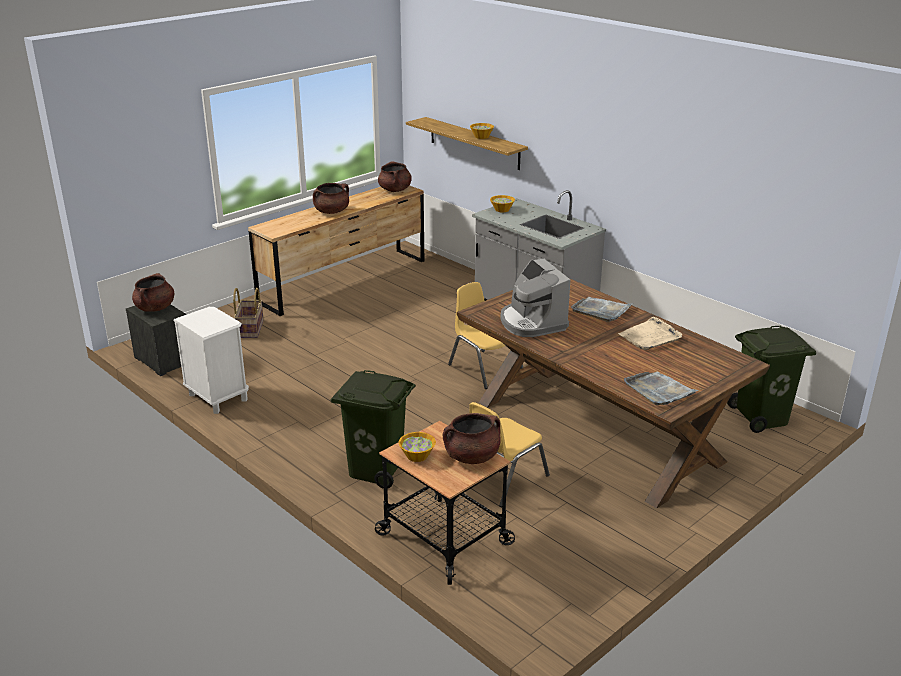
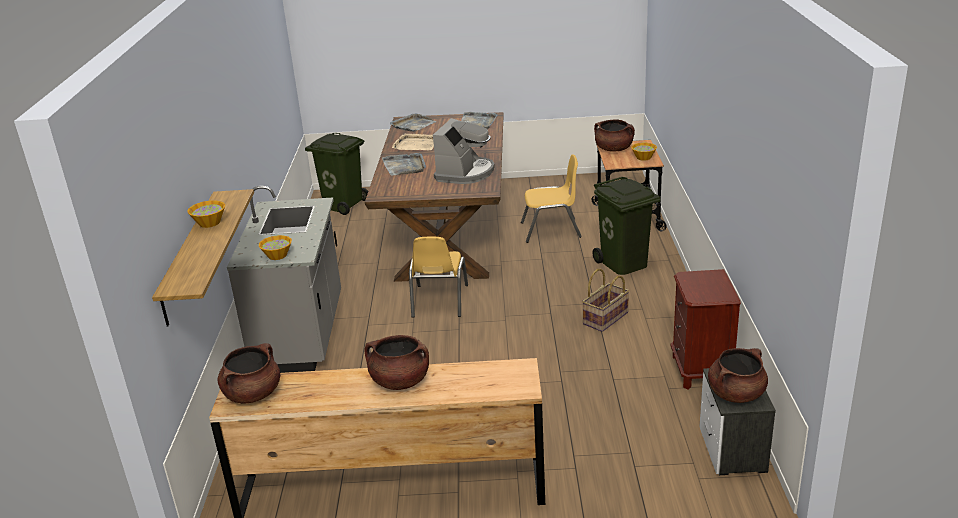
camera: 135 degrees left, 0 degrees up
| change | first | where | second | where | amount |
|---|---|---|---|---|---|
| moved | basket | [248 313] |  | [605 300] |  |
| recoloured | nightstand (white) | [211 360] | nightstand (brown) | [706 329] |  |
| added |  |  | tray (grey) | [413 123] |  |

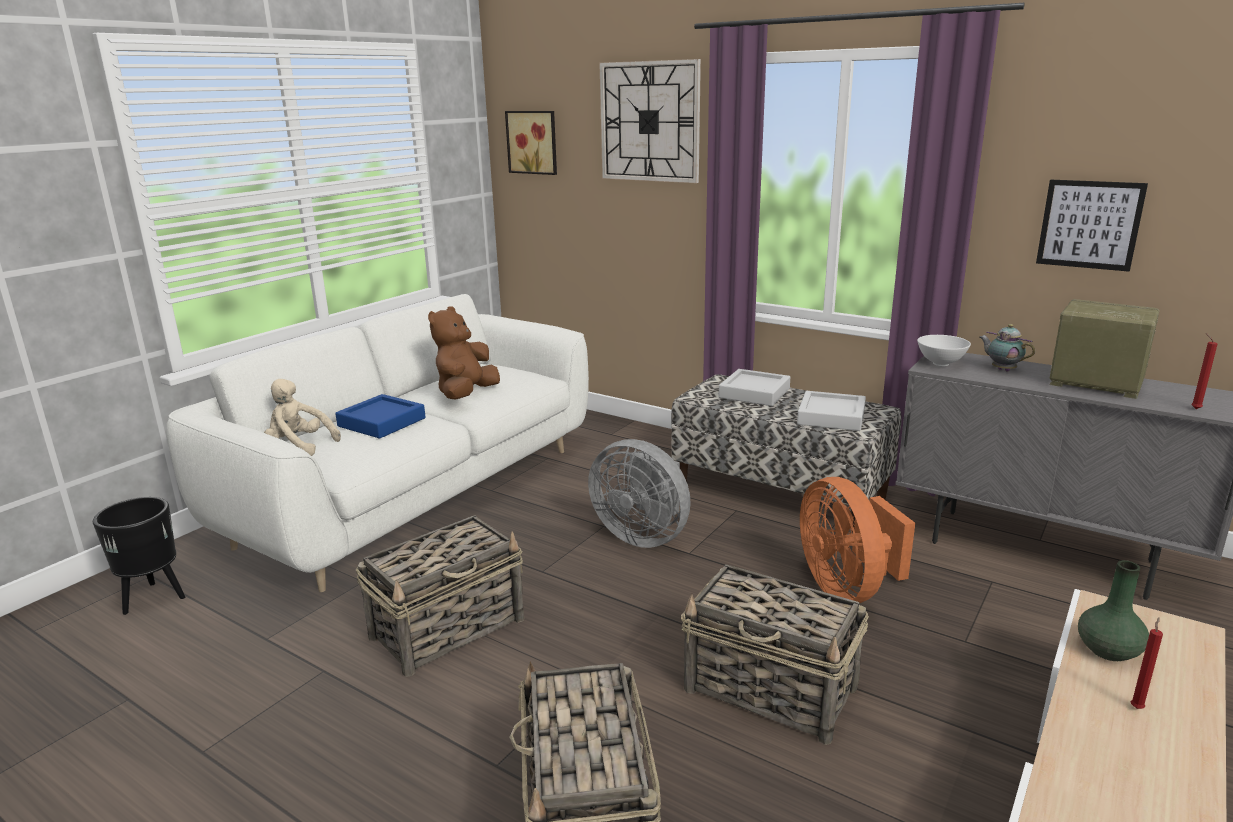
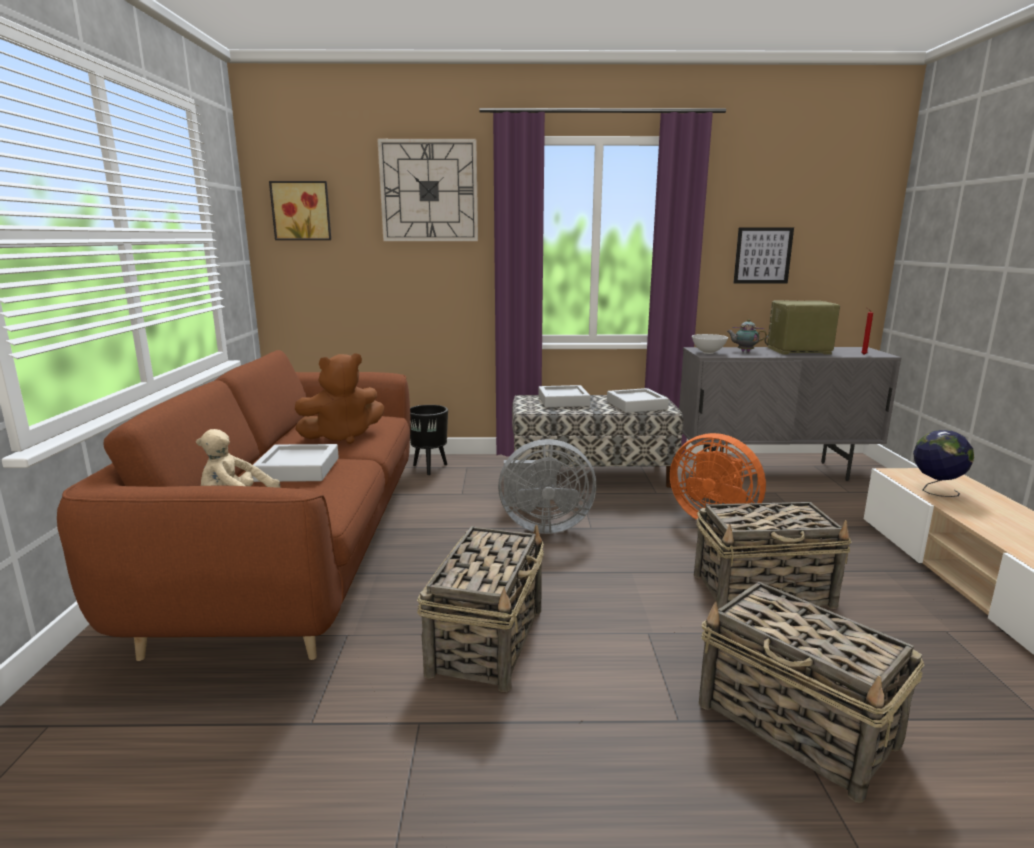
camera: 35 degrees left, 5 degrees down
| change | first | where | second | where | amount |
|---|---|---|---|---|---|
| recoloured | sofa (white) | [377 443] | sofa (brown) | [233 505] |  |
| turned | plush toy (brown) | [464 353] |  | [339 398] | 105 degrees counterclockwise |
| recoloured | tray (blue) | [380 416] | tray (grey) | [295 463] |  |
| moved | planter (black) | [139 556] |  | [429 440] |  |
| replaced | vase (green) | [1113 610] | globe | [943 463] |  |
| removed | candle (red) | [1147 663] |  |  |  |

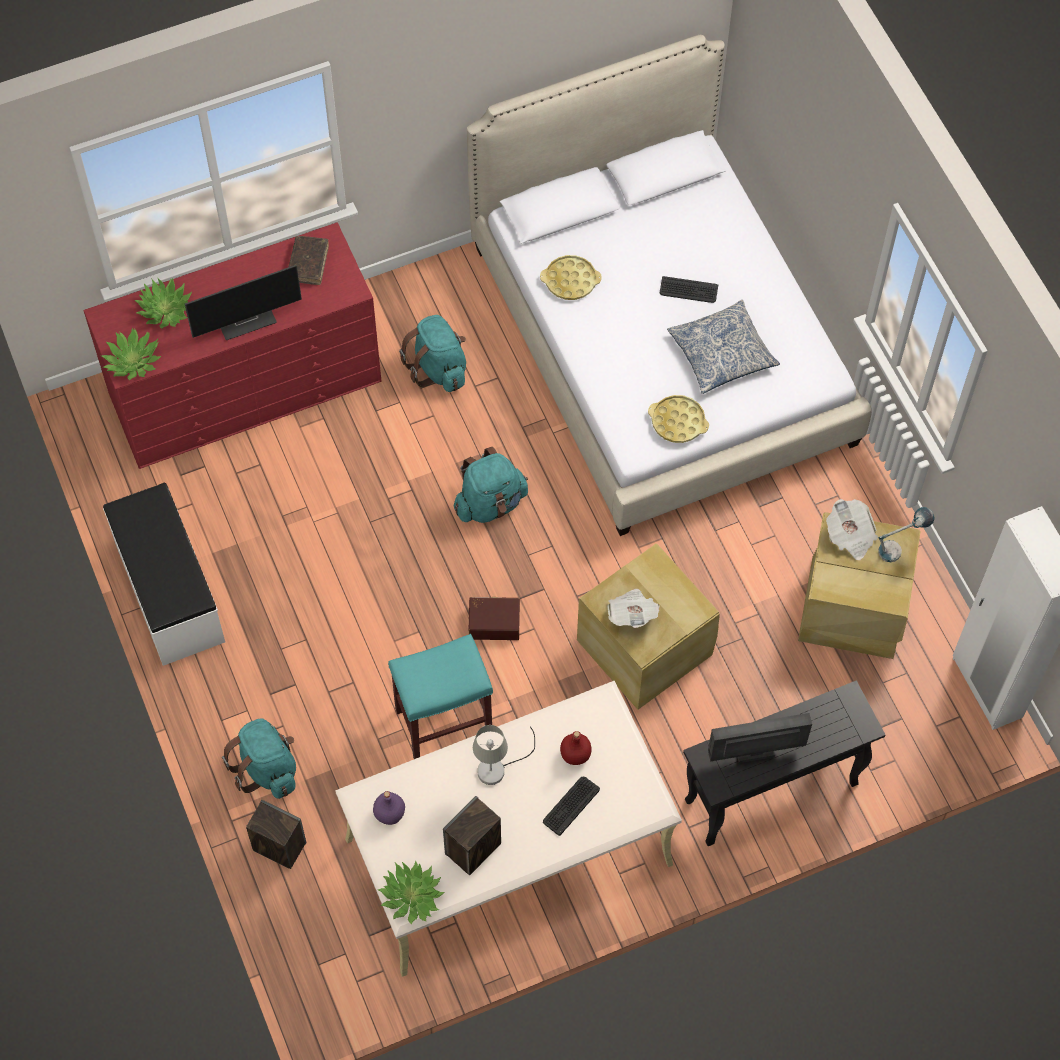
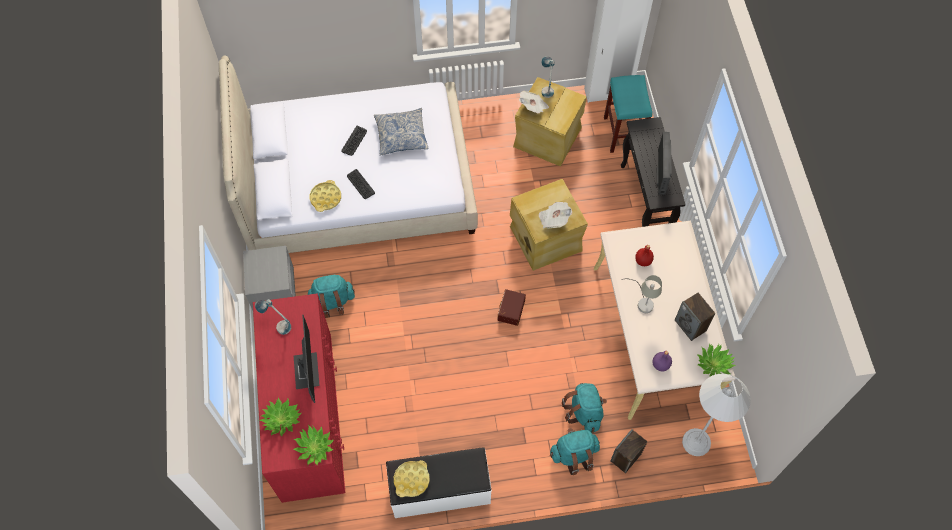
camera: 75 degrees left, 0 degrees up
| change | first | where | second | where | amount |
|---|---|---|---|---|---|
| replaced | book (brown) | [308 260] | table lamp | [273 317] |  |
| moved | tray (yellow) | [678 419] |  | [412 478] |  |
| moved | backpack (turquoise) | [491 485] |  | [584 408] |  |
| moved | stool (turquoise) | [440 696] |  | [628 114] |  |
| moved | keyboard | [571 806] |  | [361 184] |  |
| added |  |  | nightstand (grey) | [269 278] |  |
| added |  |  | floor lamp (white) | [716 415] |  |

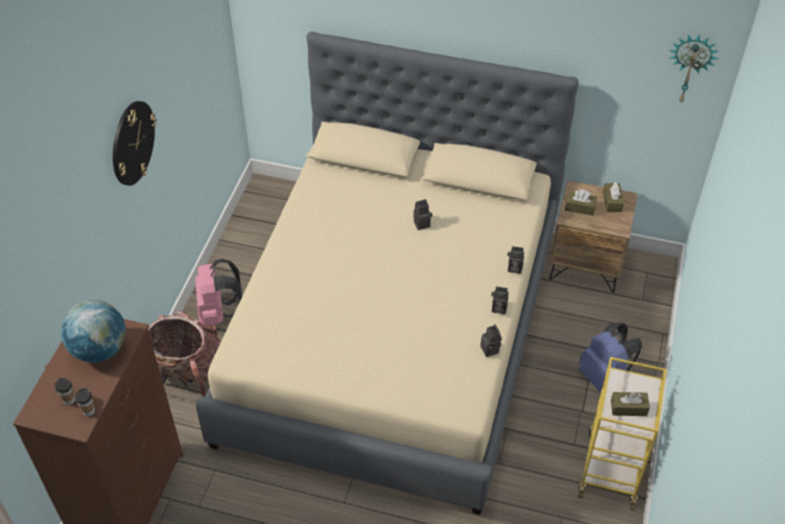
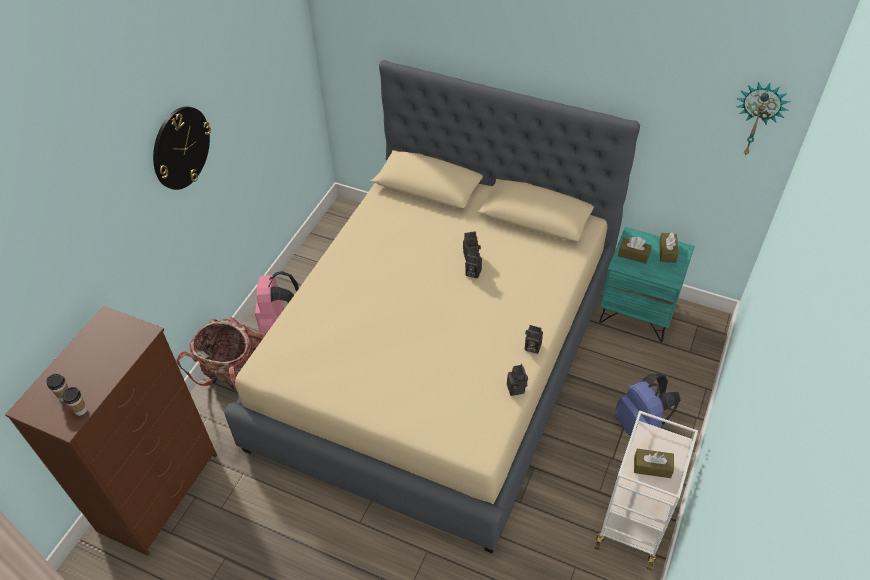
camera: 10 degrees right, 0 degrees up
| change | first | where | second | where | amount |
|---|---|---|---|---|---|
| recoloured | nightstand (brown) | [593 236] | nightstand (turquoise) | [647 284] |  |
| moved | photo camera | [515 260] |  | [473 264] |  |
| removed | globe | [93 331] |  |  |  |
| recoloured | cart (yellow) | [622 434] | cart (white) | [646 491] |  |

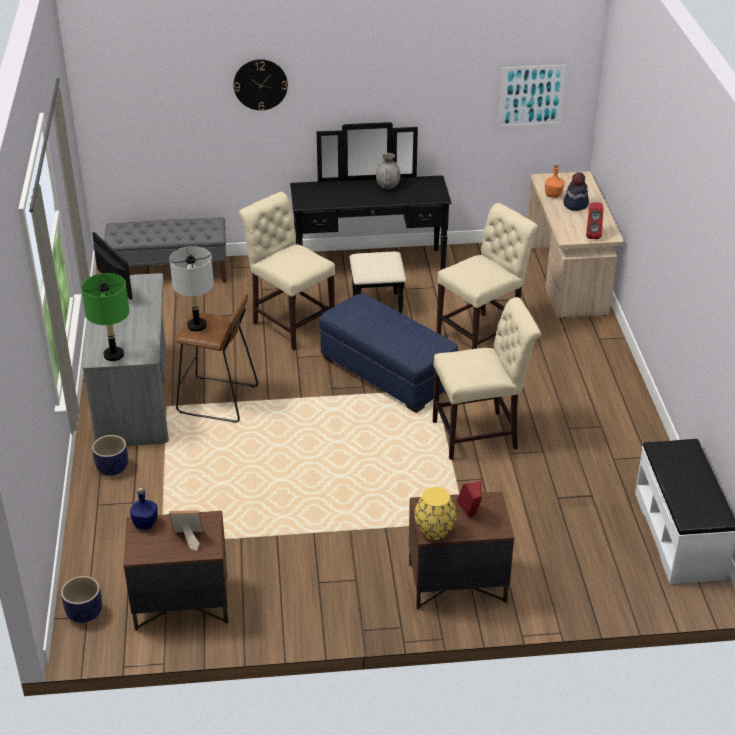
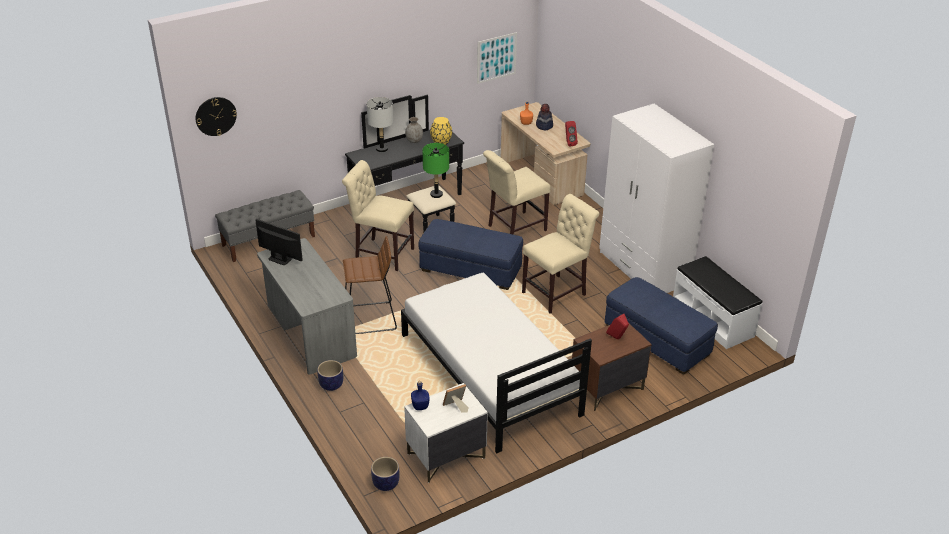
camera: 25 degrees left, 0 degrees up
| change | first | where | second | where | amount |
|---|---|---|---|---|---|
| moved | wall clock | [261 85] |  | [216 116] |  |
| turned | chair (beige) | [487 276] |  | [517 192] | 150 degrees counterclockwise |
| moved | table lamp (grey) | [192 289] |  | [380 124] |  |
| moved | table lamp (green) | [105 317] |  | [436 170] |  |
| moved | vase (yellow) | [435 513] |  | [441 131] |  |
| recoloured | nightstand (brown) | [176 571] | nightstand (white) | [446 433] |  |
| added |  |  | wardrobe (white) | [656 198] |  |
| added |  |  | bed (white) | [496 363] |  |
| added |  |  | ottoman (blue) | [661 326] |  |

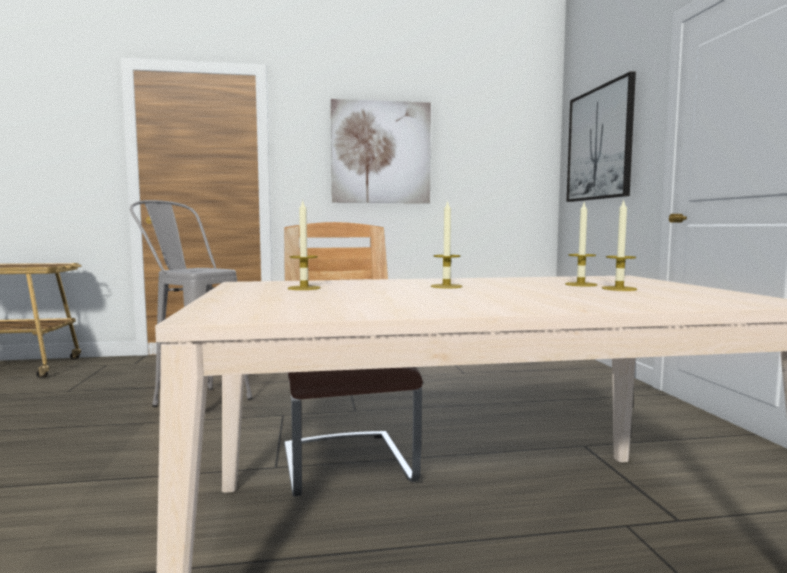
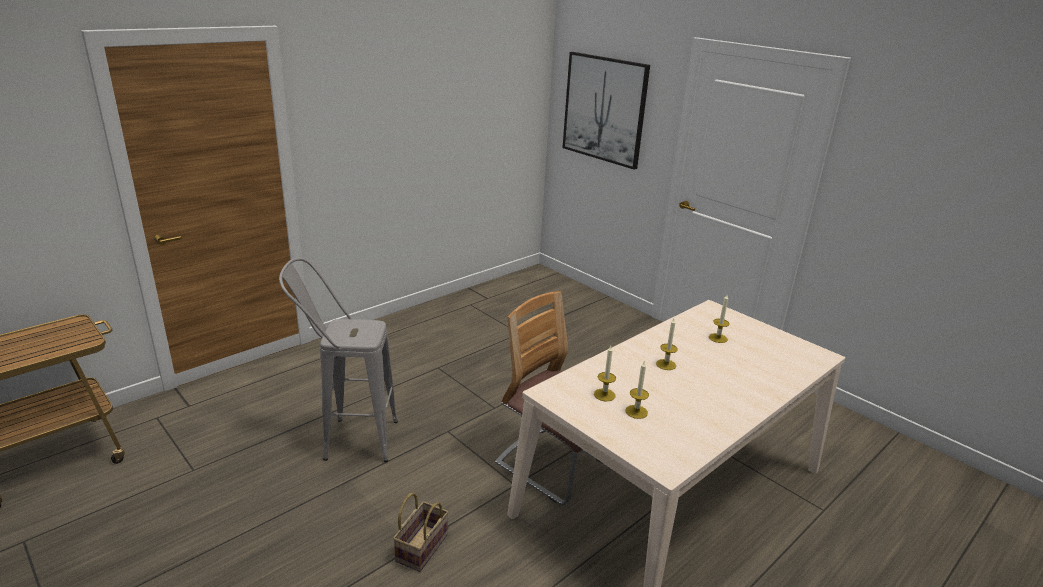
camera: 35 degrees left, 20 degrees up
| change | first | where | second | where | amount |
|---|---|---|---|---|---|
| removed | picture | [381 151] |  |  |  |
| moved | candle | [619 245] |  | [637 390] |  |
| added |  |  | basket | [421 532] |  |

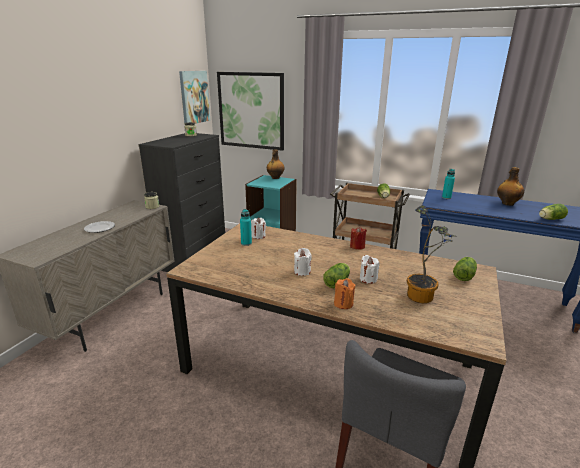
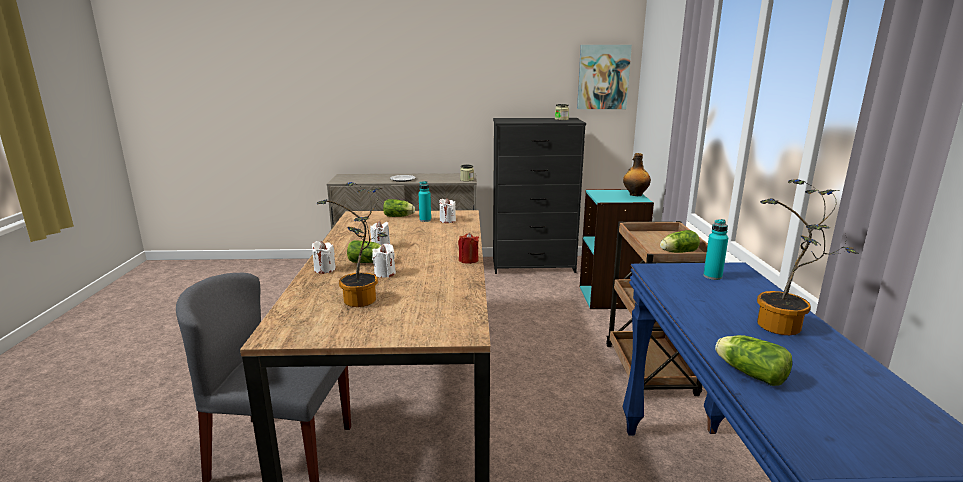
camera: 65 degrees right, 5 degrees down
| change | first | where | second | where | amount |
|---|---|---|---|---|---|
| removed | picture | [250 111] |  |  |  |
| replaced | bottle | [510 186] | potted plant | [808 257] |  |
| moved | lettuce | [465 269] |  | [399 208] |  |
| recoloured | candle (orange) | [344 293] | candle (white) | [324 257] |  |

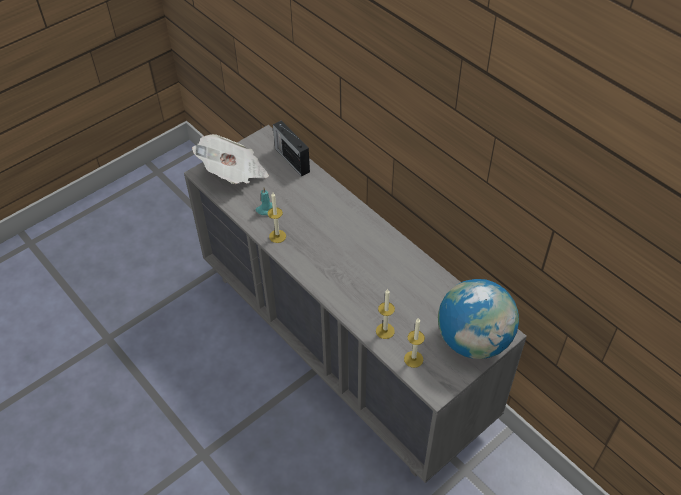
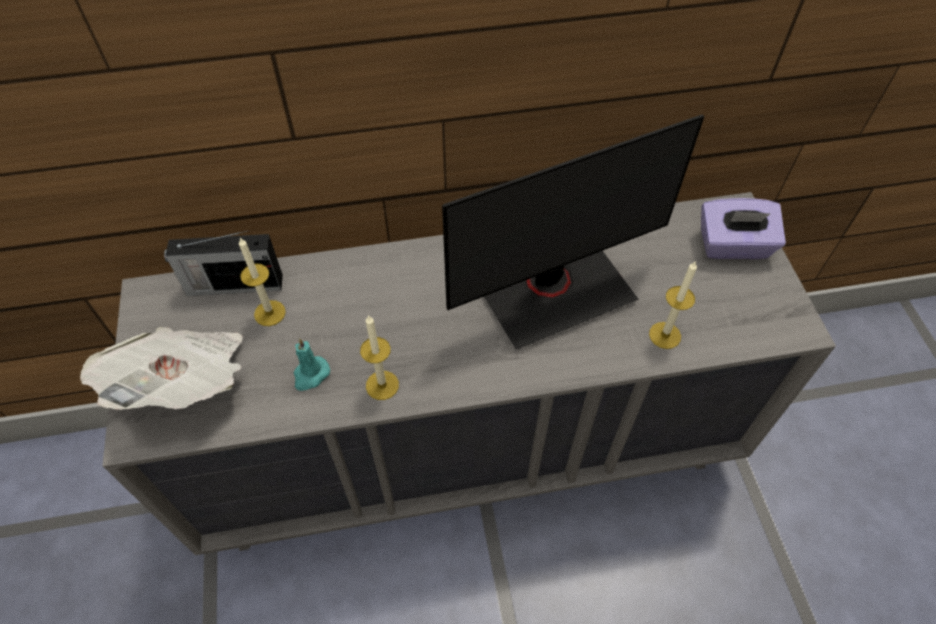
camera: 60 degrees left, 5 degrees up
| change | first | where | second | where | amount |
|---|---|---|---|---|---|
| replaced | globe | [478 319] | tissue box (purple) | [743 228] |  |
| moved | candle | [414 343] |  | [262 282] |  |
| added |  |  | monitor | [573 232] |  |

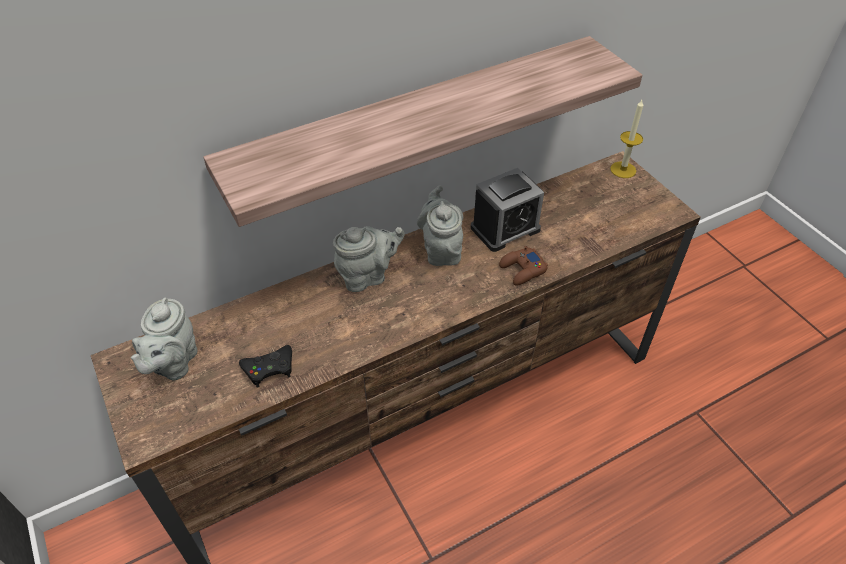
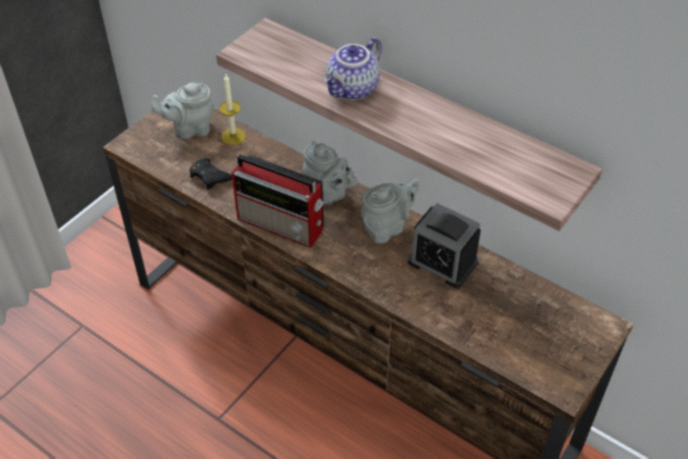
camera: 65 degrees right, 0 degrees up
| change | first | where | second | where | amount |
|---|---|---|---|---|---|
| moved | candle | [626 139] |  | [232 109] |  |
| removed | game controller (brown) | [523 266] |  |  |  |
| added |  |  | teapot | [352 68] |  |
| added |  |  | radio | [278 201] |  |

